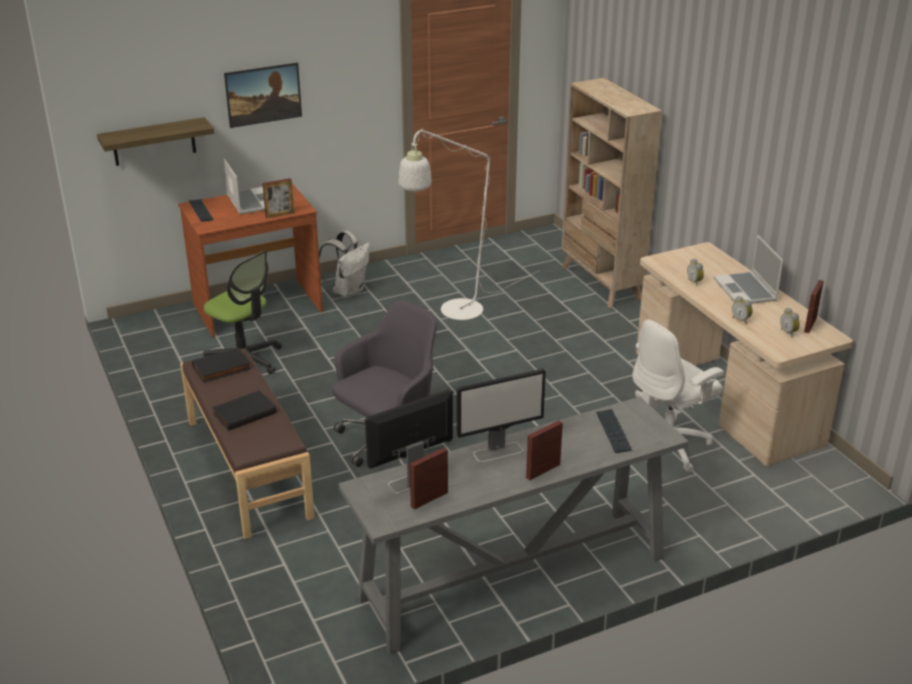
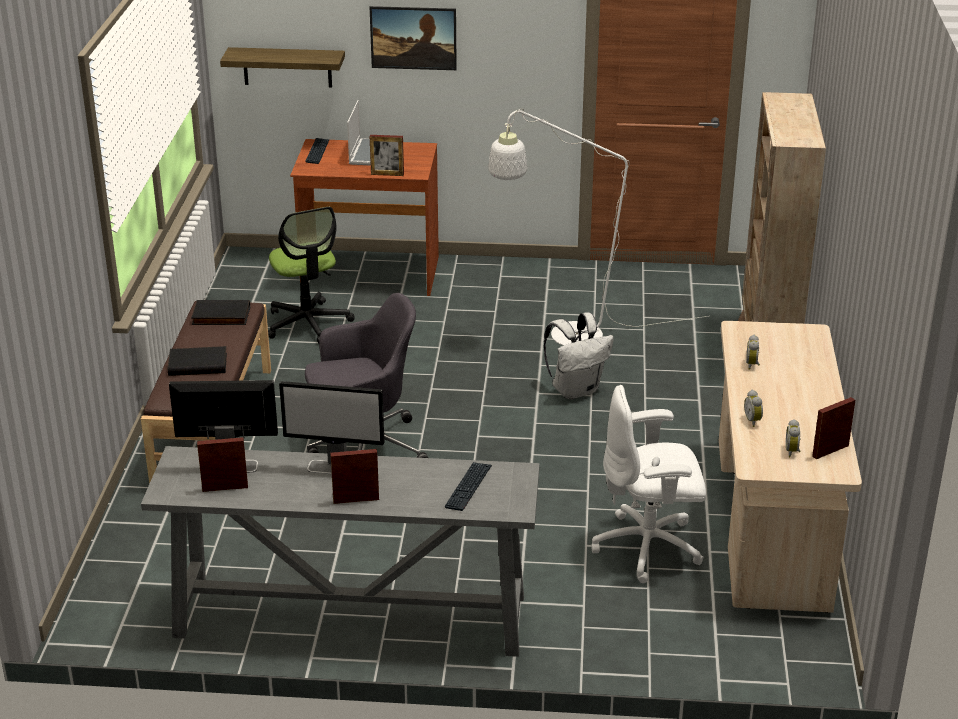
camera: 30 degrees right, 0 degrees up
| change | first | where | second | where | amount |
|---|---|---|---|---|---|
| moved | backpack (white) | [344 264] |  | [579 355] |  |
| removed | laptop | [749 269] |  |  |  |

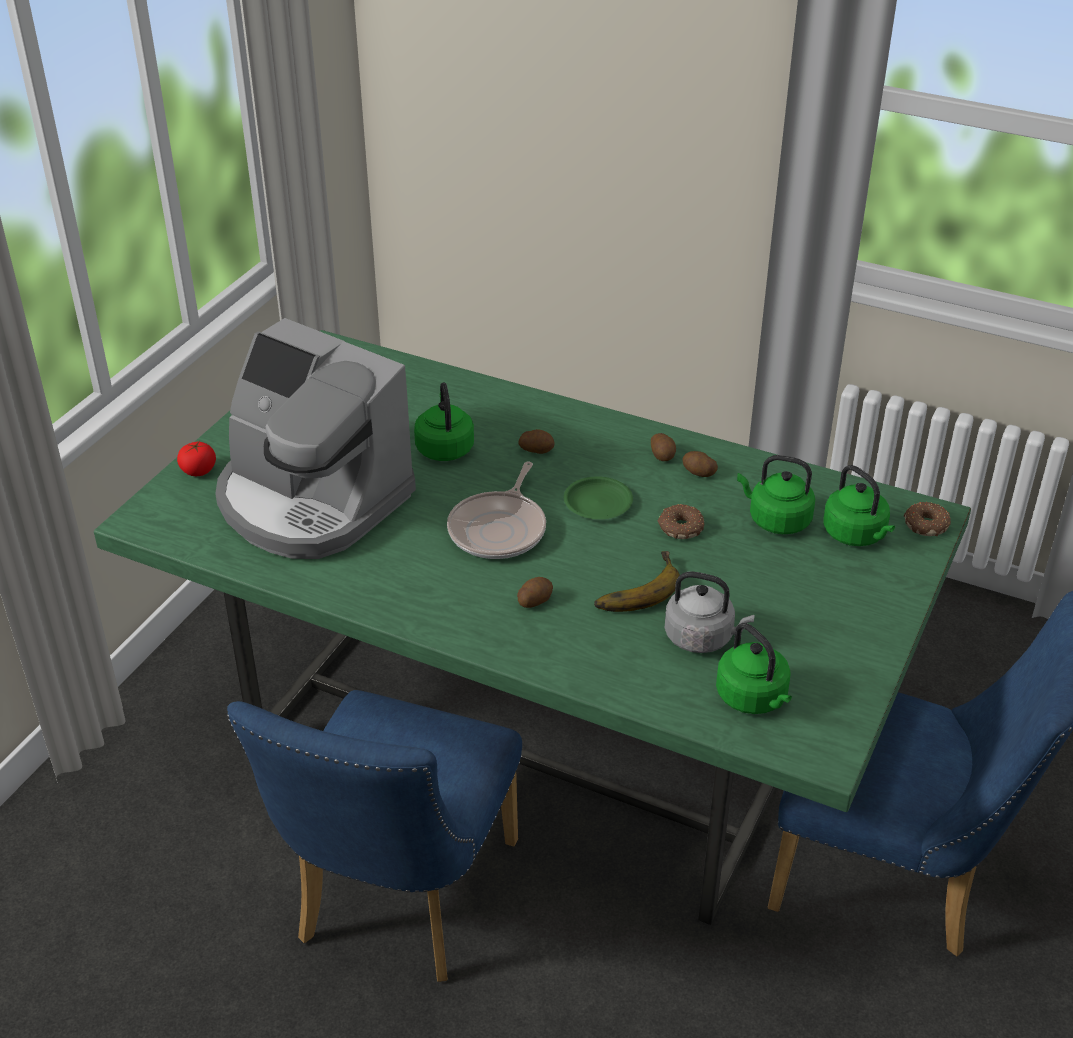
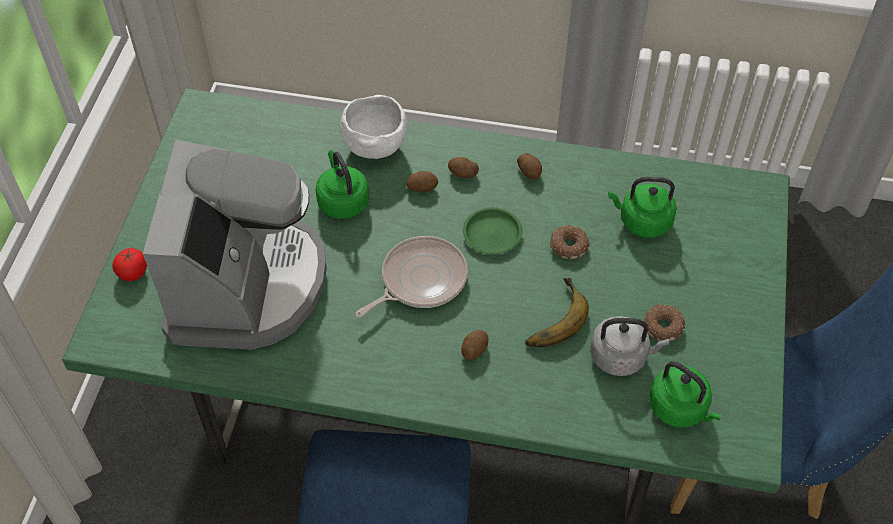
camera: 15 degrees left, 15 degrees up
| change | first | where | second | where | amount |
|---|---|---|---|---|---|
| turned | coffee machine | [315 438] |  | [235 245] | 105 degrees counterclockwise |
| moved | potato | [700 464] |  | [463 167] |  |
| turned | frying pan | [496 510] |  | [411 277] | 135 degrees counterclockwise |
| removed | kettle (green) | [859 505] |  |  |  |
| moved | donut | [927 519] |  | [664 322] |  |
| added |  |  | bowl (white) | [374 127] |  |

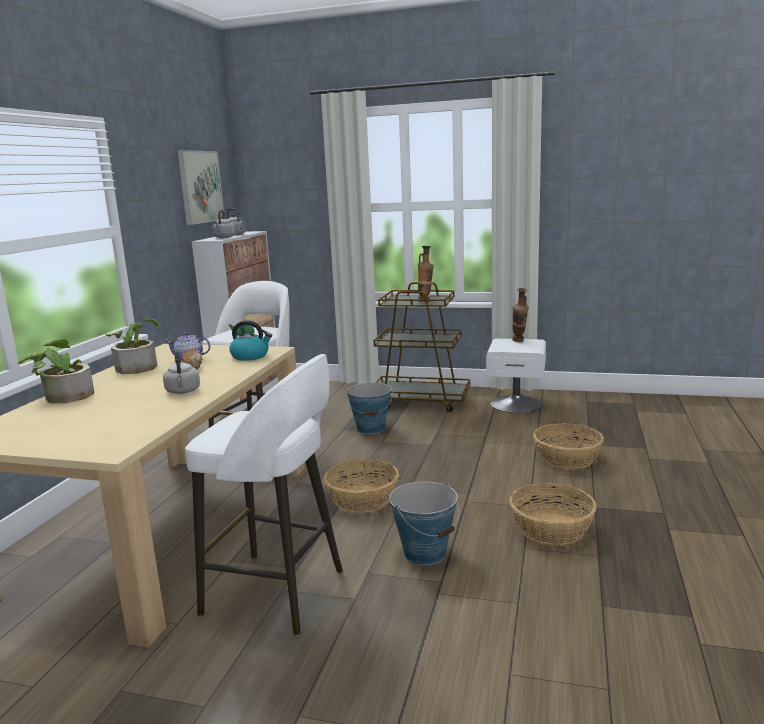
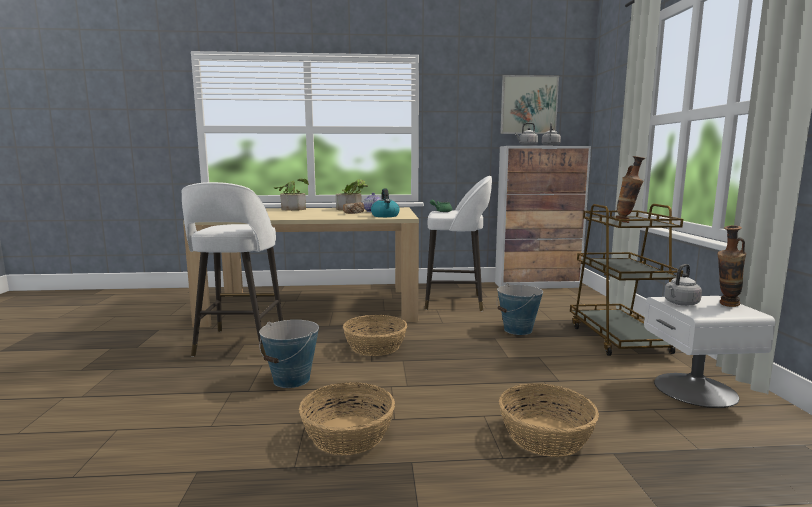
camera: 70 degrees right, 5 degrees down
| change | first | where | second | where | amount |
|---|---|---|---|---|---|
| moved | kettle (grey) | [181 371] |  | [683 285] |  |

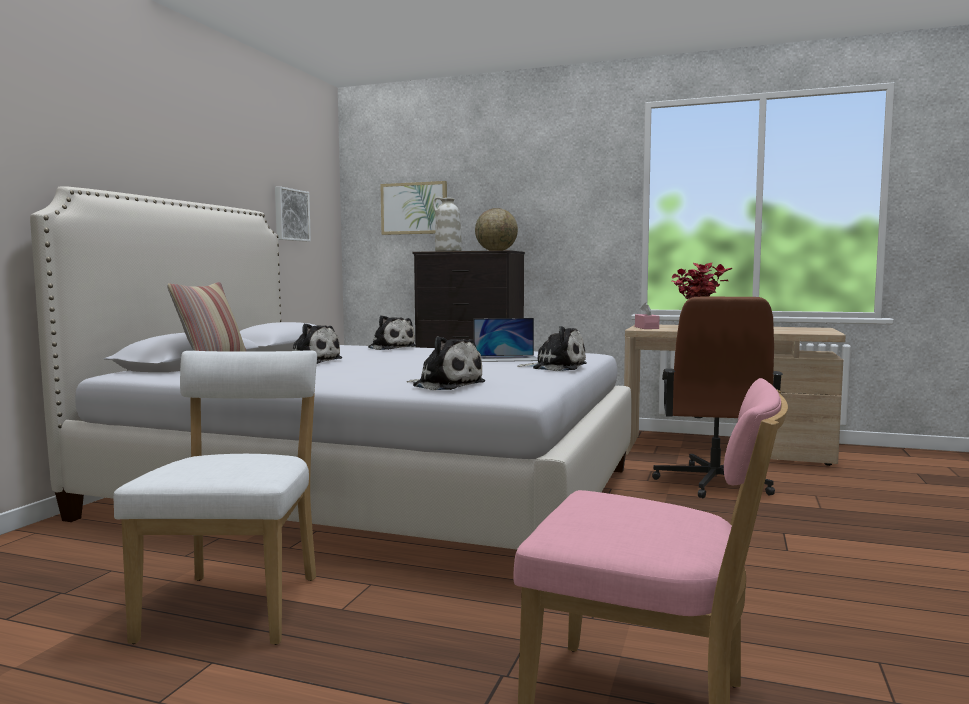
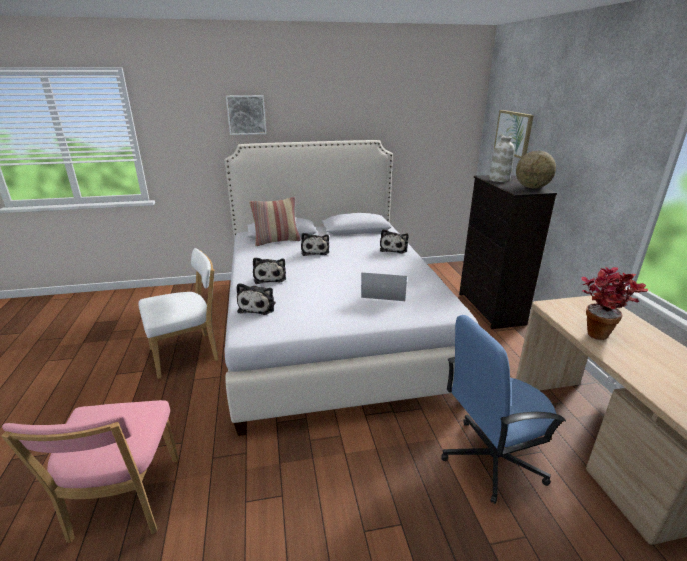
camera: 60 degrees right, 20 degrees up
| change | first | where | second | where | amount |
|---|---|---|---|---|---|
| moved | picture | [293 214] |  | [246 115] |  |
| recoloured | office chair (brown) | [717 397] | office chair (blue) | [503 409] |  |
| removed | tissue box (pink) | [647 316] |  |  |  |
| turned | laptop | [505 340] |  | [384 286] | 135 degrees clockwise |
| moved | plush toy | [552 348] |  | [269 270] |  |

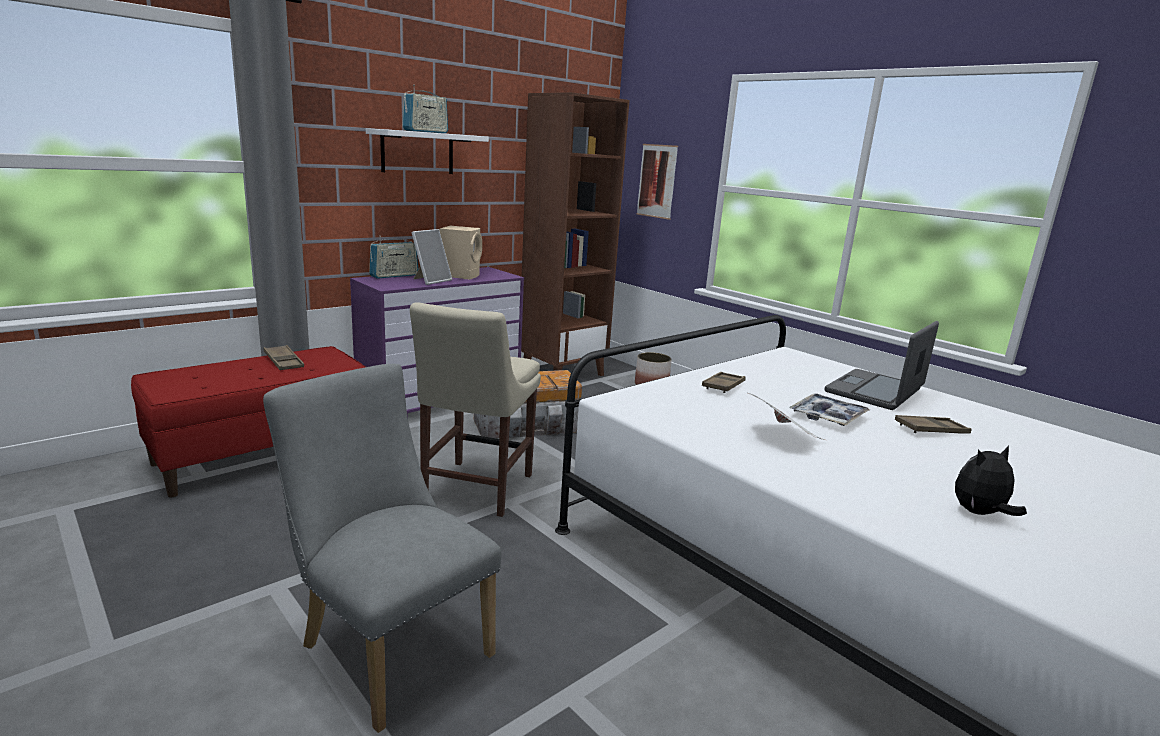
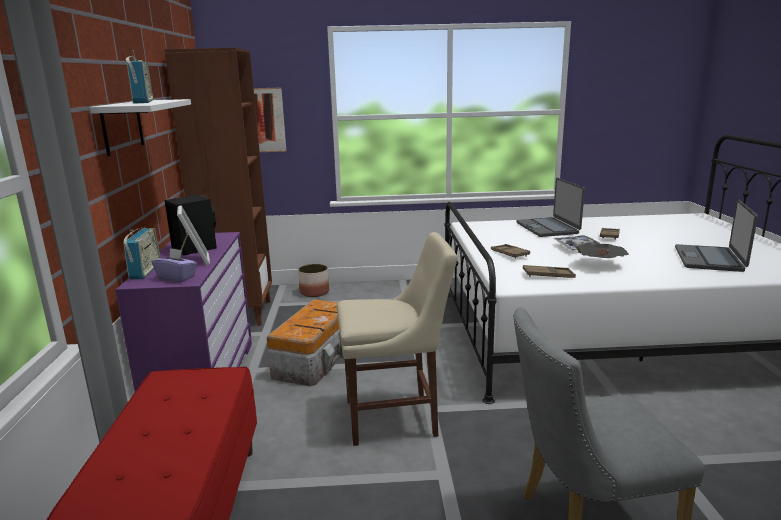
camera: 50 degrees left, 0 degrees up
| change | first | where | second | where | amount |
|---|---|---|---|---|---|
| recoloured | speaker (beige) | [461 252] | speaker (black) | [191 225] |  |
| turned | chair (beige) | [475 409] |  | [397 339] | 60 degrees counterclockwise |
| moved | tray (brown) | [284 357] |  | [549 271] |  |
| replaced | plush toy | [991 480] | laptop | [716 235] |  |
| added |  |  | tissue box (purple) | [174 265] |  |

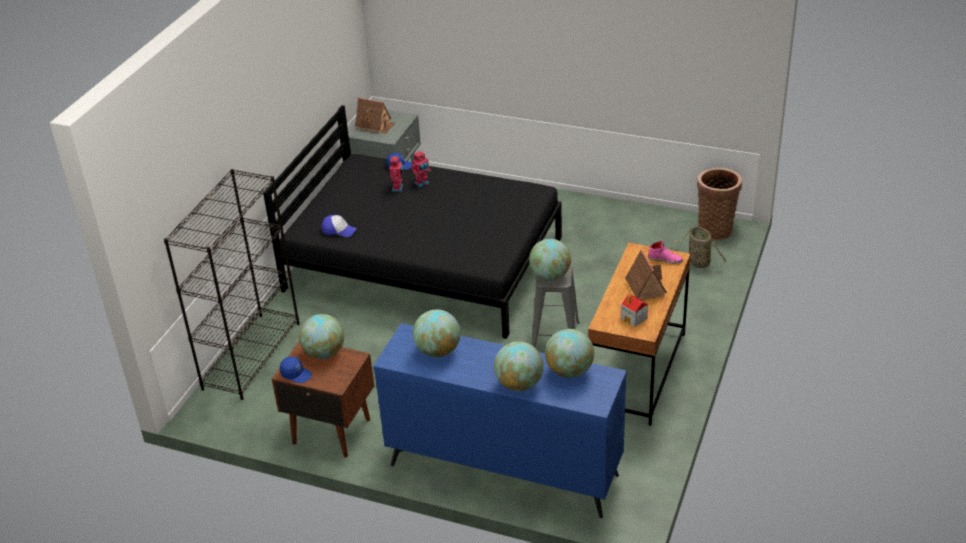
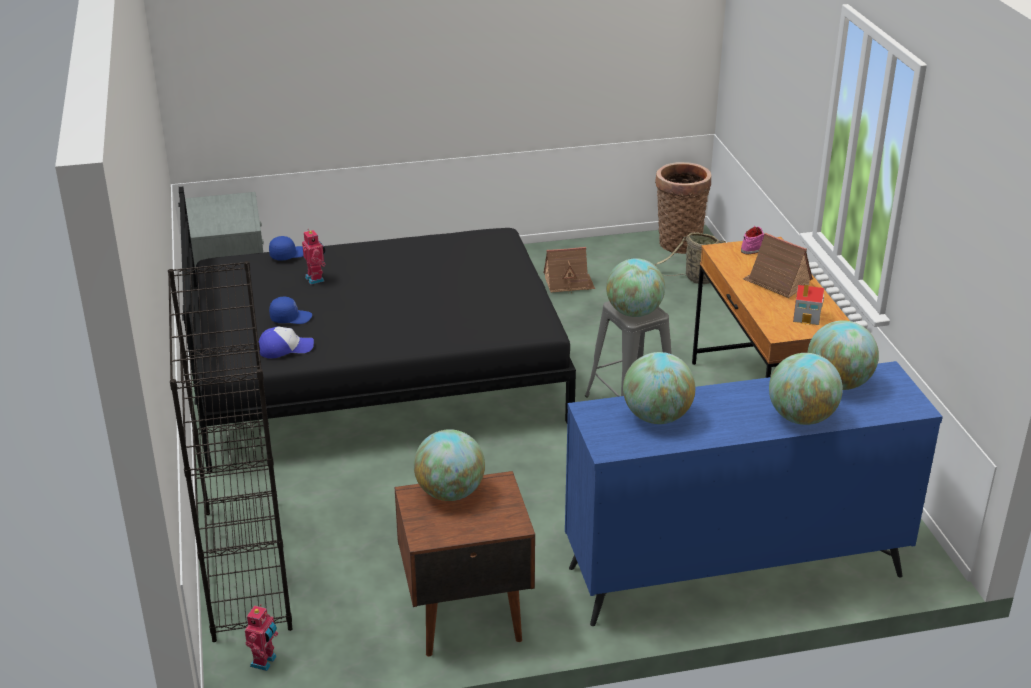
camera: 35 degrees left, 5 degrees down
| change | first | where | second | where | amount |
|---|---|---|---|---|---|
| moved | toy house | [375 116] |  | [569 270] |  |
| moved | toy robot | [421 169] |  | [261 637] |  |
| moved | cap (blue) | [296 369] |  | [290 310] |  |

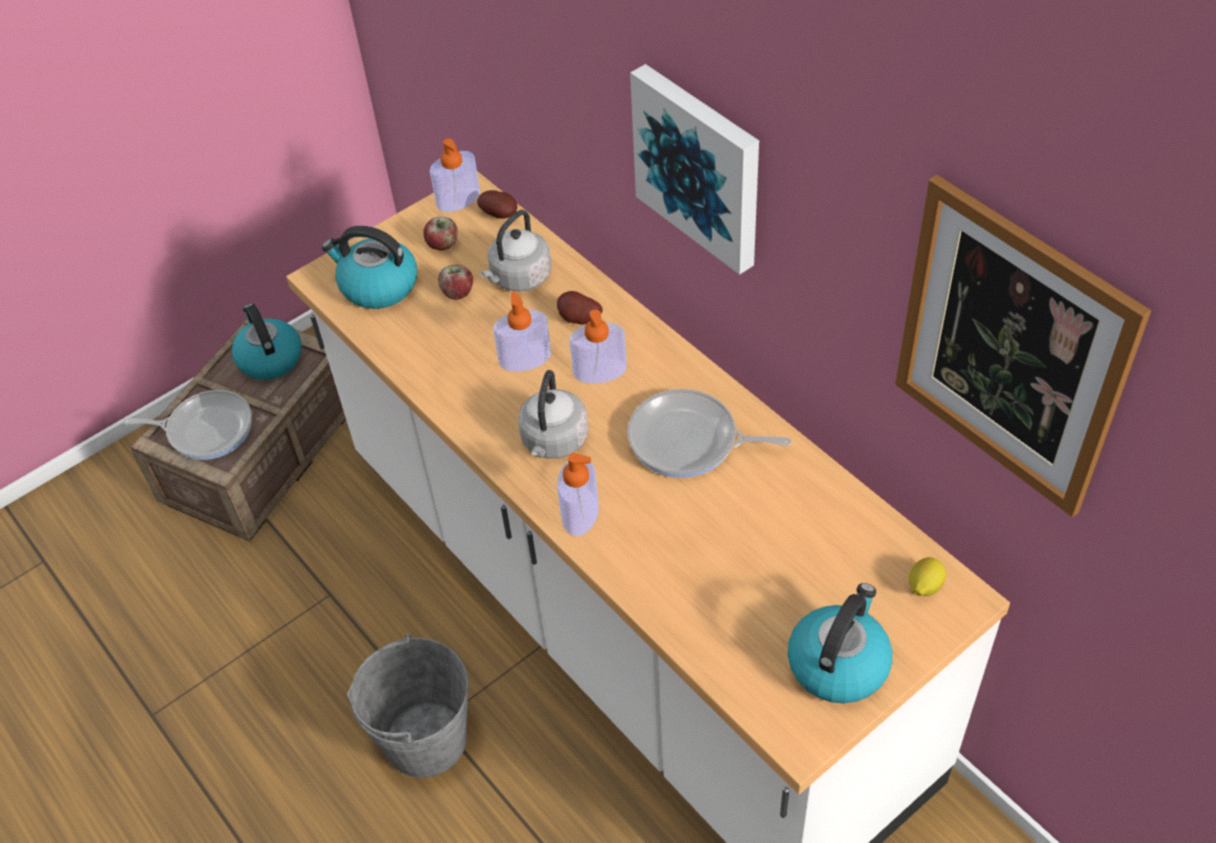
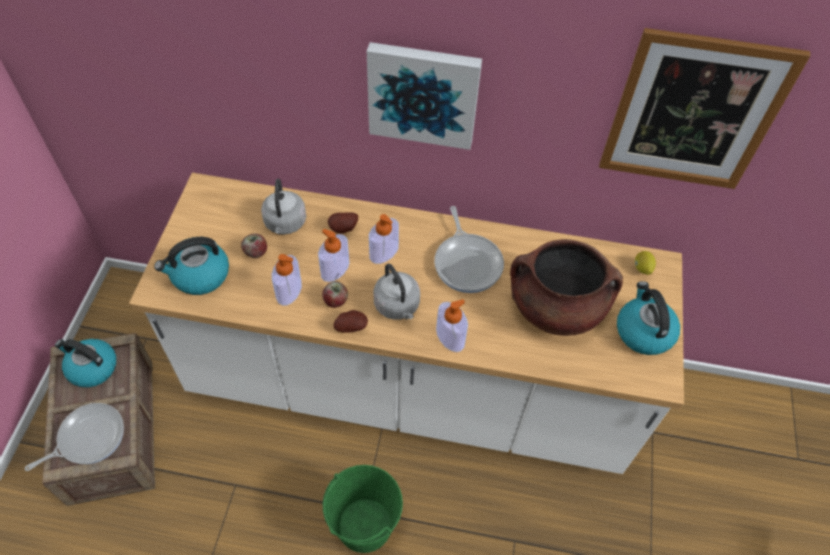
camera: 45 degrees left, 5 degrees up
| change | first | where | second | where | amount |
|---|---|---|---|---|---|
| moved | soap dispenser | [455 175] |  | [287 280] |  |
| moved | potato | [497 204] |  | [351 321] |  |
| moved | apple | [440 233] |  | [335 294] |  |
| turned | frying pan | [709 433] |  | [469 249] | 75 degrees counterclockwise |
| recoloured | bucket (grey) | [408 706] | bucket (green) | [363 509] |  |
| added |  |  | cooking pot (brown) | [566 287] |  |

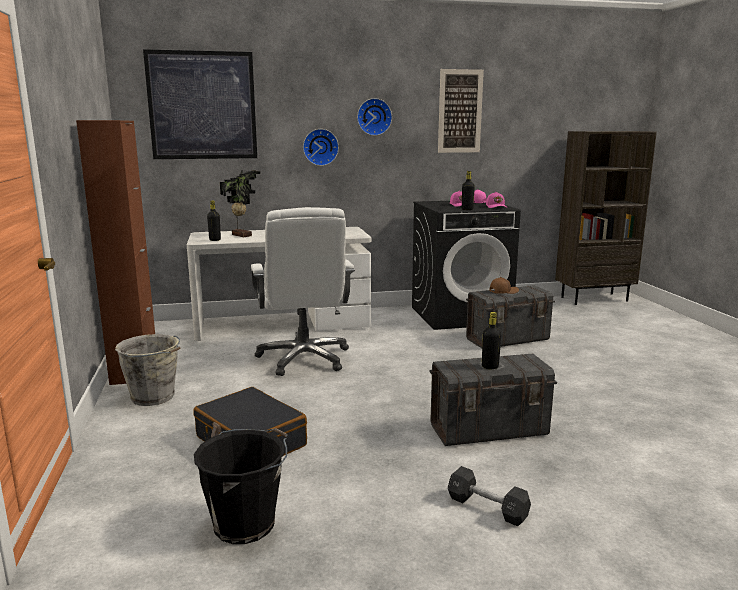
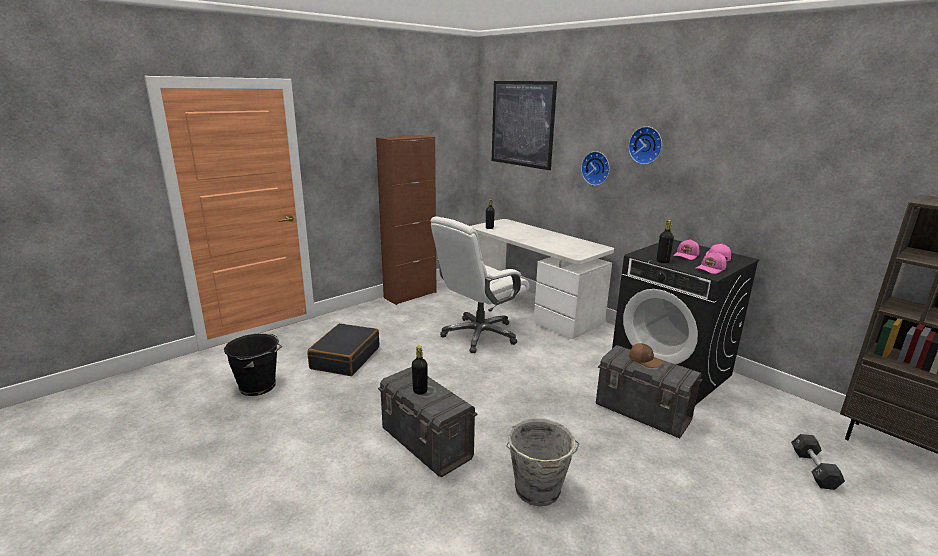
camera: 60 degrees right, 5 degrees up
| change | first | where | second | where | amount |
|---|---|---|---|---|---|
| removed | picture | [461 111] |  |  |  |
| removed | potted plant | [240 203] |  |  |  |
| moved | bucket (grey) | [147 370] |  | [542 462] |  |
| moved | dumbbell (black) | [489 496] |  | [818 462] |  |

